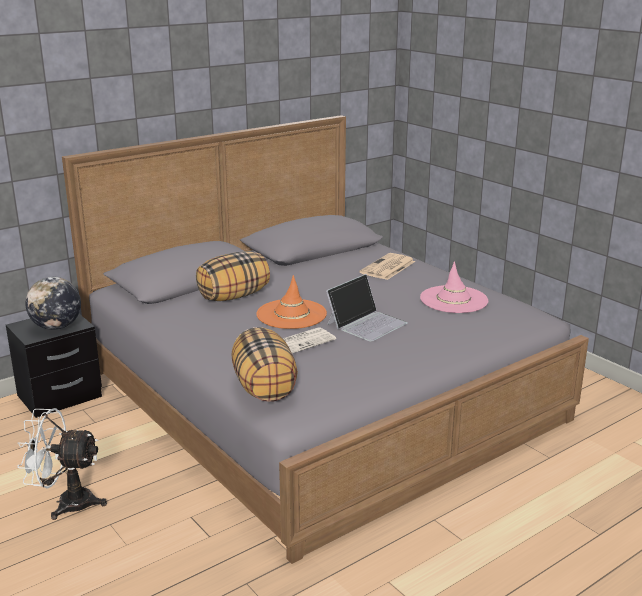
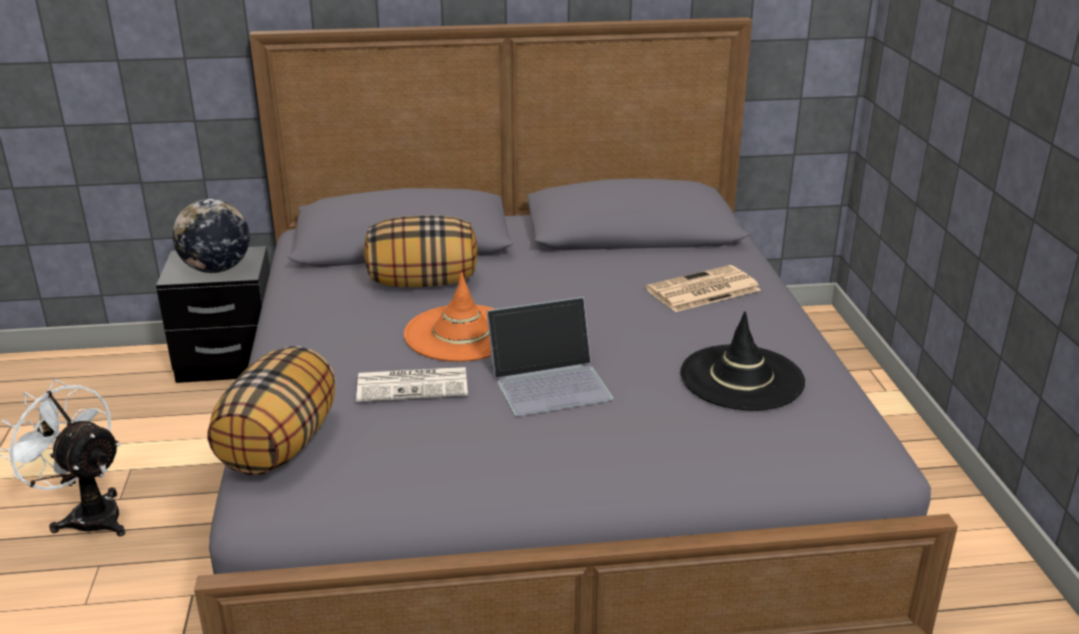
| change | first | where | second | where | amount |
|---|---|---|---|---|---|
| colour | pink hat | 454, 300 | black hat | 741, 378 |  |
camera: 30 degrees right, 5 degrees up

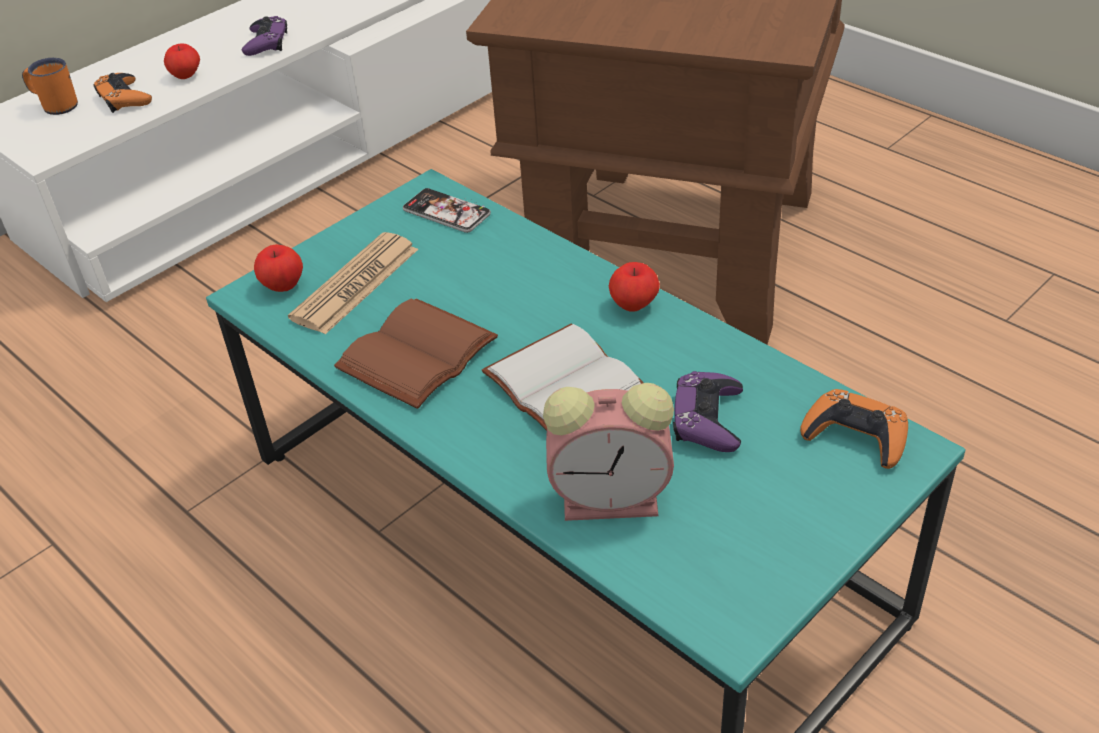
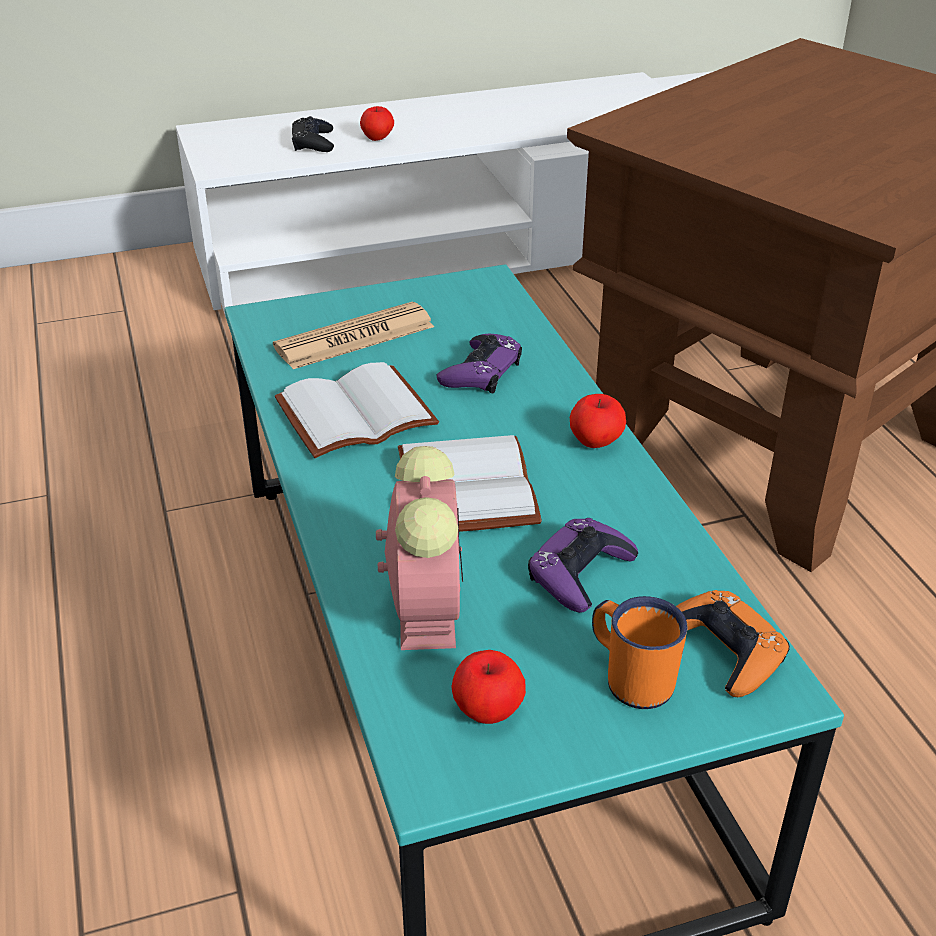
| change | first | where | second | where | amount |
|---|---|---|---|---|---|
| colour | brown book | 419, 358 | white book | 355, 417 |  |
| colour | orange game controller | 124, 98 | black game controller | 313, 142 |  |
| spun | alarm clock | 614, 499 |  | 425, 608 | 120 degrees counterclockwise |
| relocated | purple game controller | 266, 42 |  | 481, 372 |  |
| relocated | apple | 282, 285 |  | 488, 710 |  |
| relocated | orange mug | 56, 105 |  | 631, 677 |  |
| missing | phone | 446, 212 |  |  |  |
camera: 25 degrees right, 5 degrees down

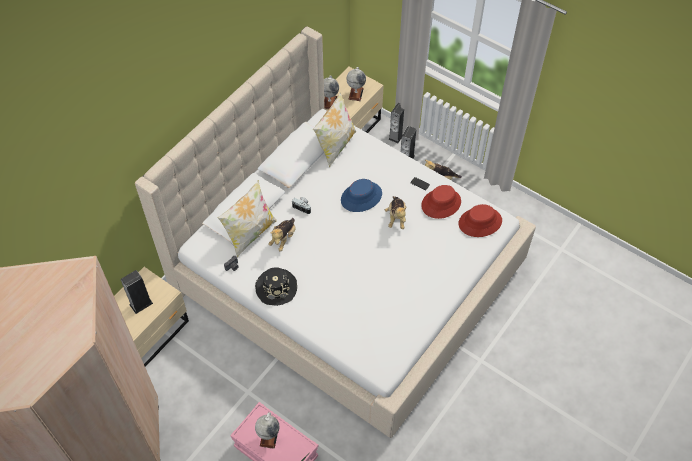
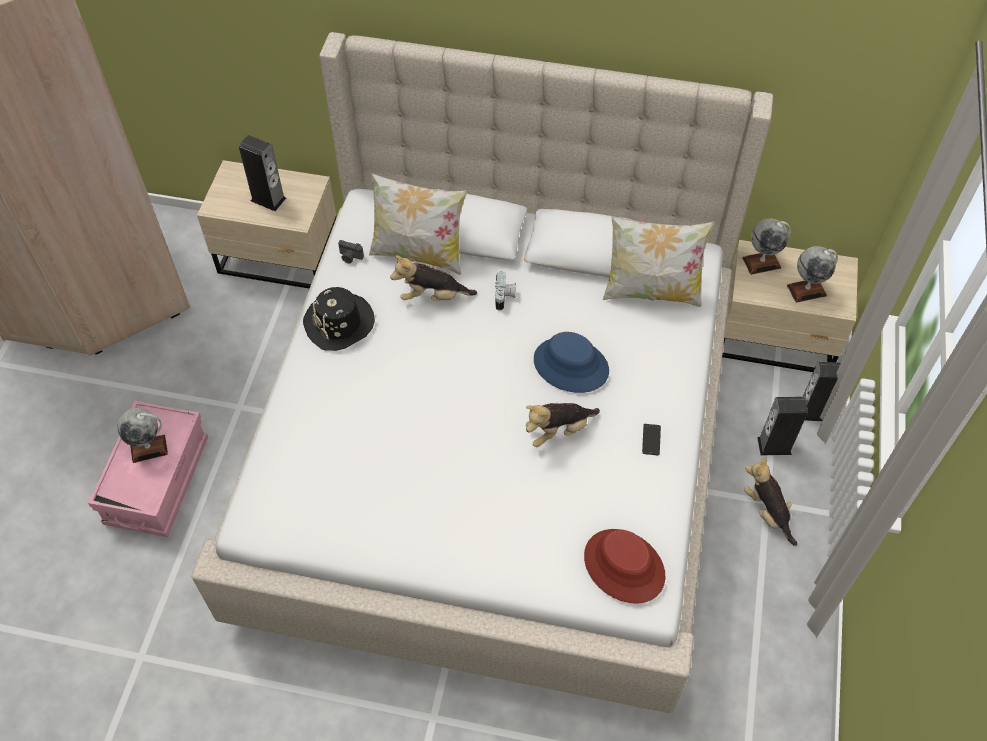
| change | first | where | second | where | amount |
|---|---|---|---|---|---|
| missing | red hat | 441, 203 |  |  |  |
camera: 65 degrees right, 0 degrees up

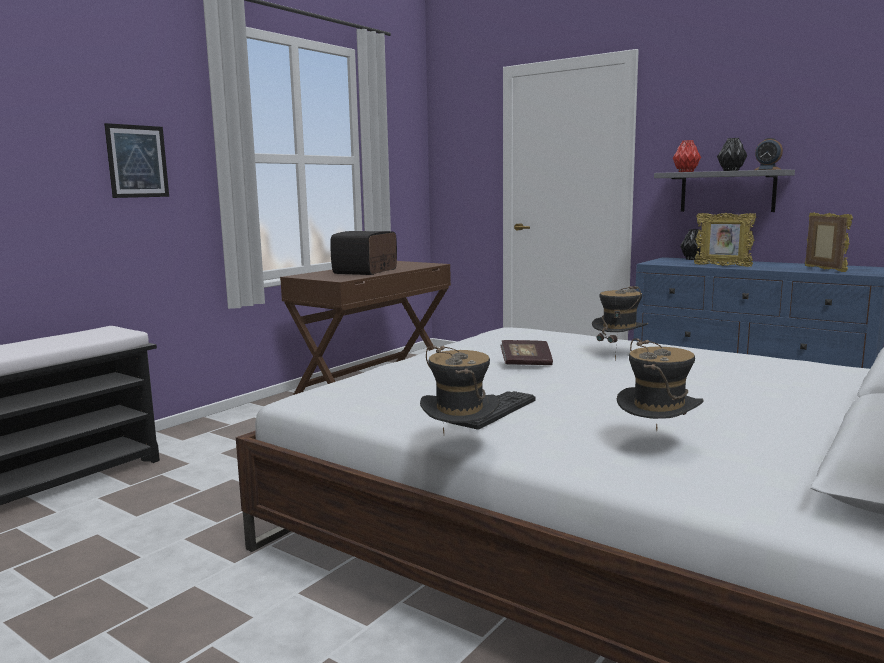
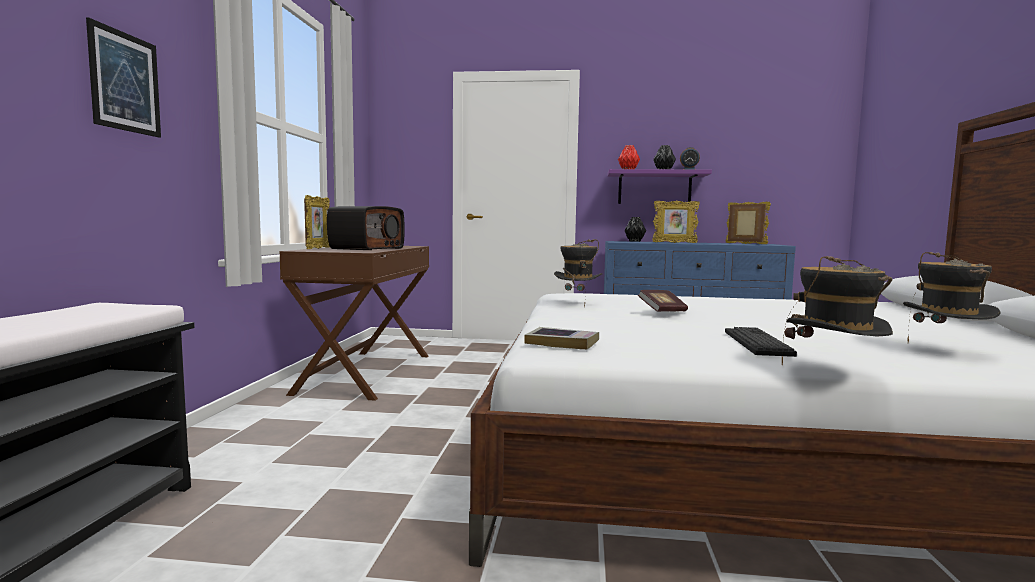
| change | first | where | second | where | amount |
|---|---|---|---|---|---|
| appeared |  |  | picture frame | 317, 249 |  |
| spun | radio | 366, 271 |  | 366, 248 | 150 degrees counterclockwise |
| appeared |  |  | book | 562, 343 |  |
| relocated | hat | 618, 354 |  | 577, 303 |  |
| colour | grey shelf | 727, 191 | purple shelf | 654, 188 |  |
camera: 30 degrees left, 5 degrees down

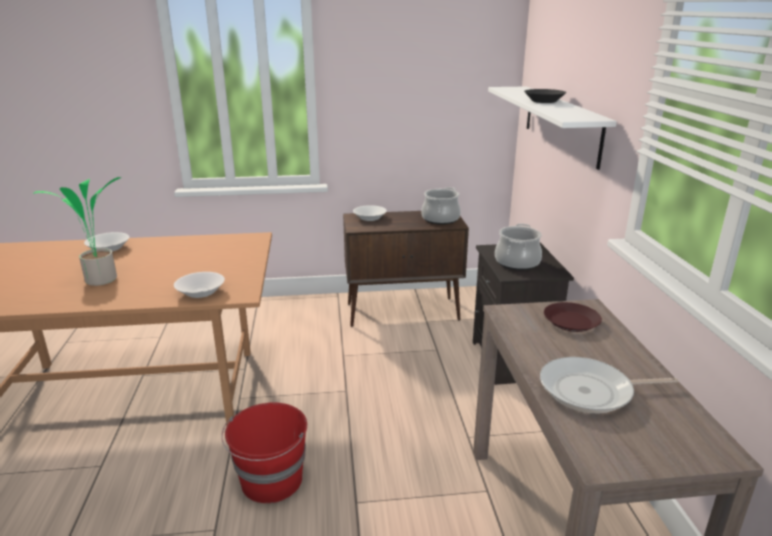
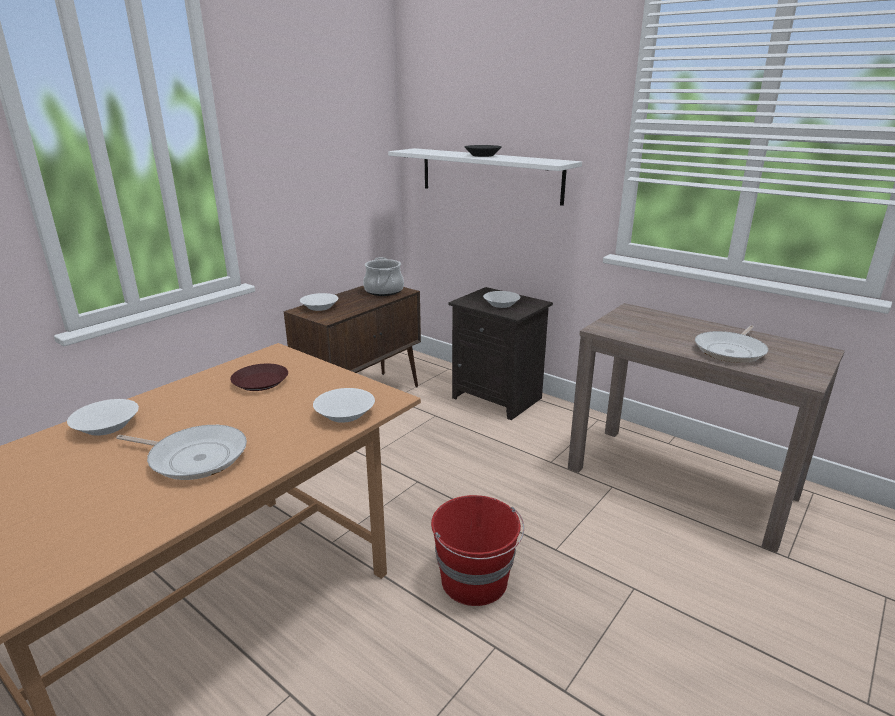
| change | first | where | second | where | amount |
|---|---|---|---|---|---|
| exchanged | potted plant | 100, 281 | frying pan | 194, 457 |  |
| relocated | brown plate | 570, 321 |  | 260, 382 |  |
| exchanged | cooking pot | 517, 262 | white bowl | 502, 304 |  |
camera: 45 degrees left, 0 degrees up

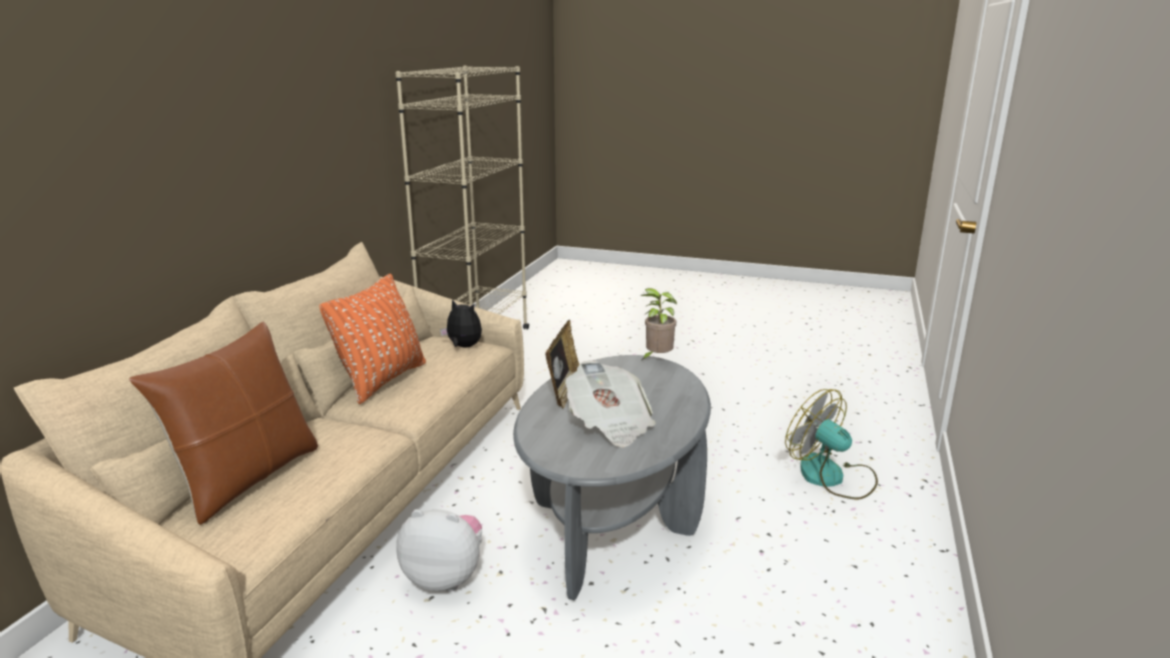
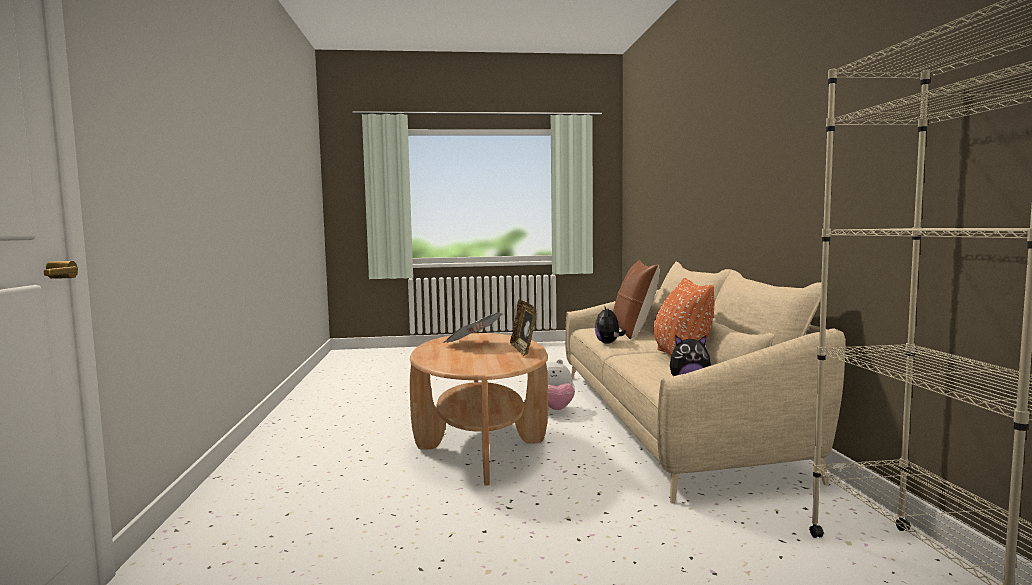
| change | first | where | second | where | amount |
|---|---|---|---|---|---|
| colour | grey coffee table | 613, 519 | brown coffee table | 480, 445 |  |
| appeared |  |  | plush toy | 609, 343 |  |
| missing | potted plant | 657, 358 |  |  |  |
| missing | fan | 831, 477 |  |  |  |
camera: 155 degrees right, 15 degrees down

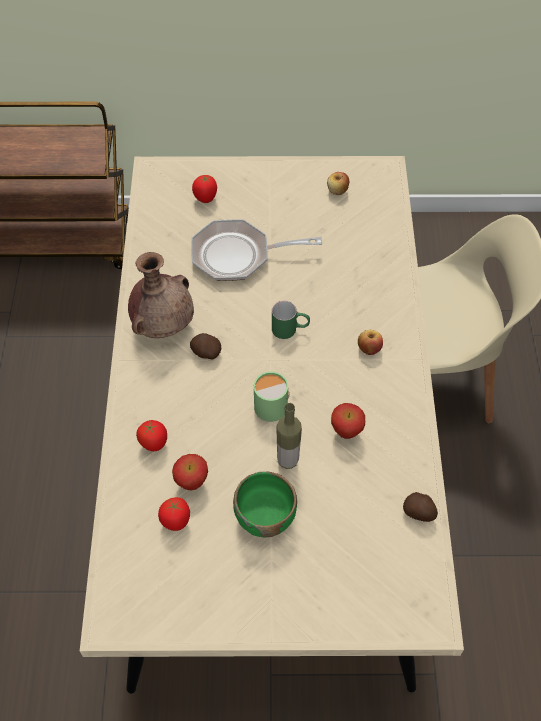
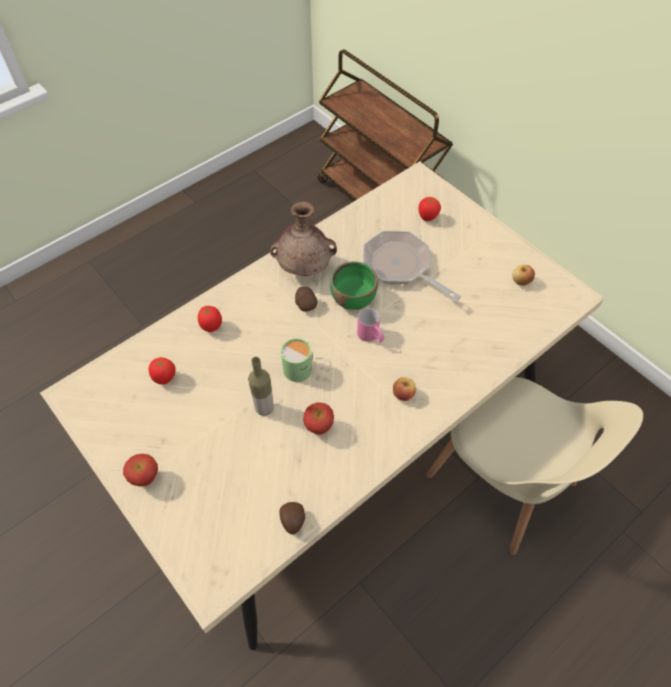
| change | first | where | second | where | amount |
|---|---|---|---|---|---|
| relocated | apple | 192, 483 |  | 146, 478 |  |
| relocated | green bowl | 265, 516 |  | 353, 299 |  |
| colour | green mug | 290, 329 | pink mug | 371, 337 |  |
camera: 50 degrees right, 0 degrees up

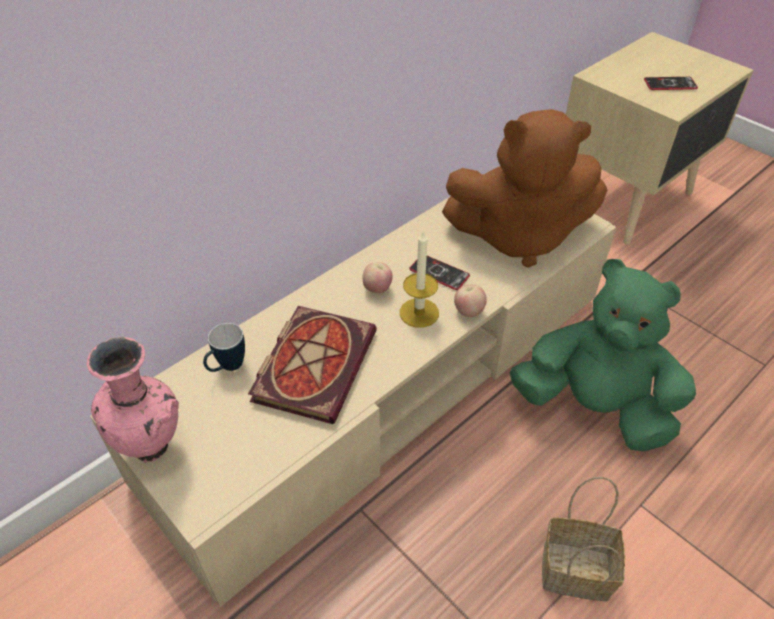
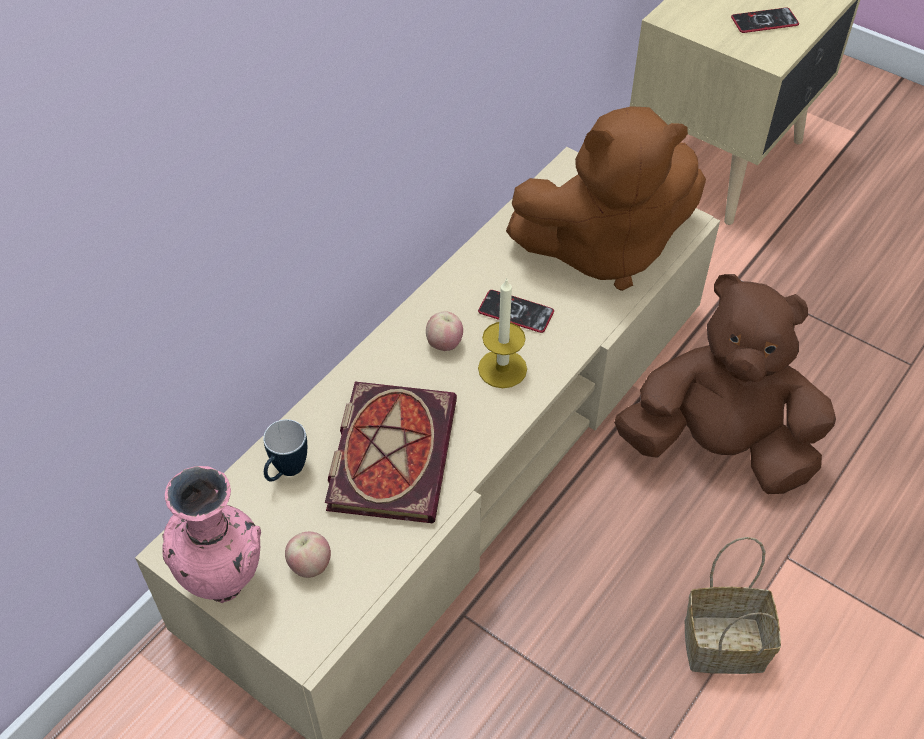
| change | first | where | second | where | amount |
|---|---|---|---|---|---|
| relocated | apple | 469, 312 |  | 310, 566 |  |
| colour | green plush toy | 594, 407 | brown plush toy | 718, 447 |  |
camera: 10 degrees left, 5 degrees up

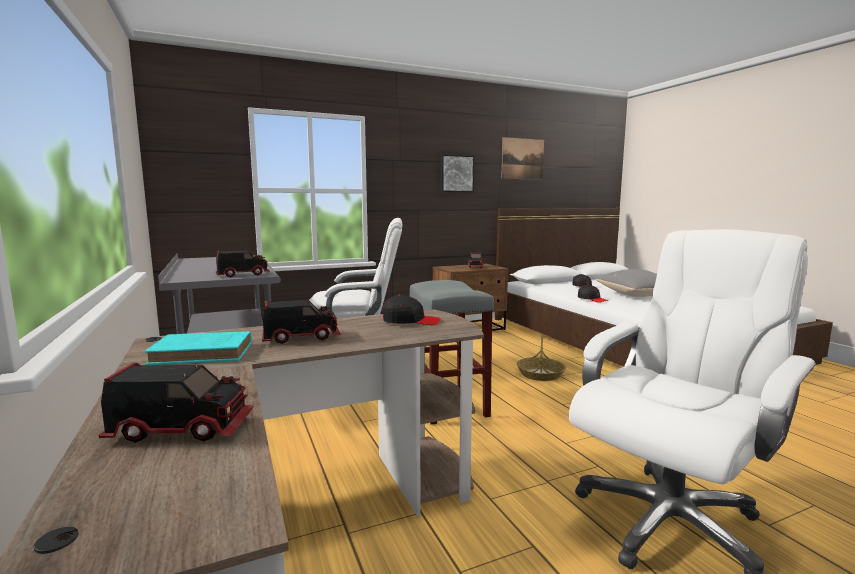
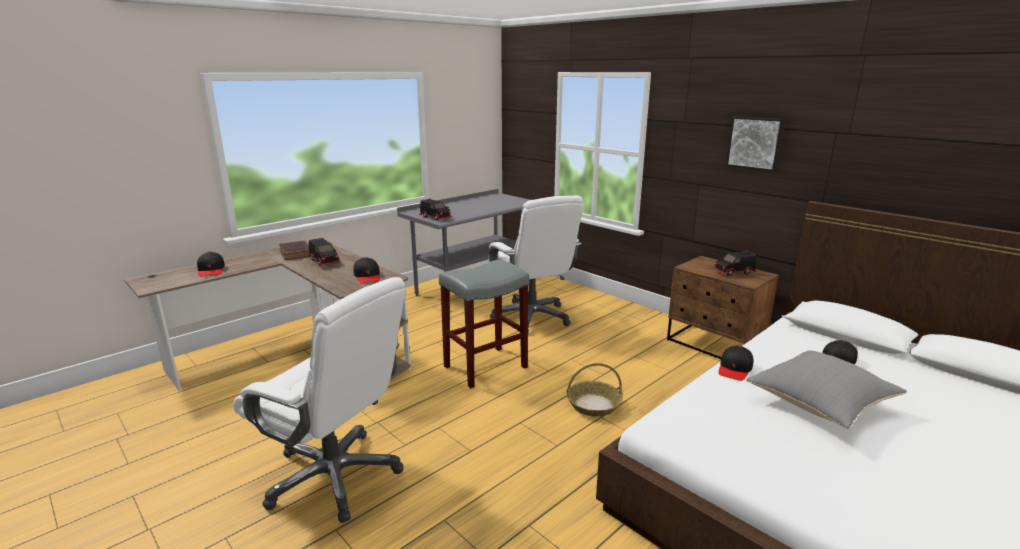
| change | first | where | second | where | amount |
|---|---|---|---|---|---|
| exchanged | toy truck | 182, 429 | black cap | 211, 270 |  |
| colour | turquoise book | 205, 353 | brown book | 296, 253 |  |
| missing | picture | 522, 159 |  |  |  |
camera: 70 degrees right, 10 degrees up

